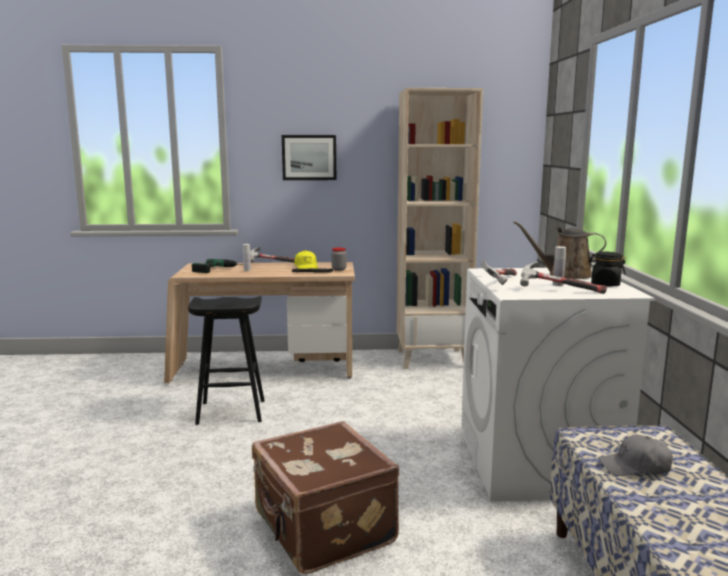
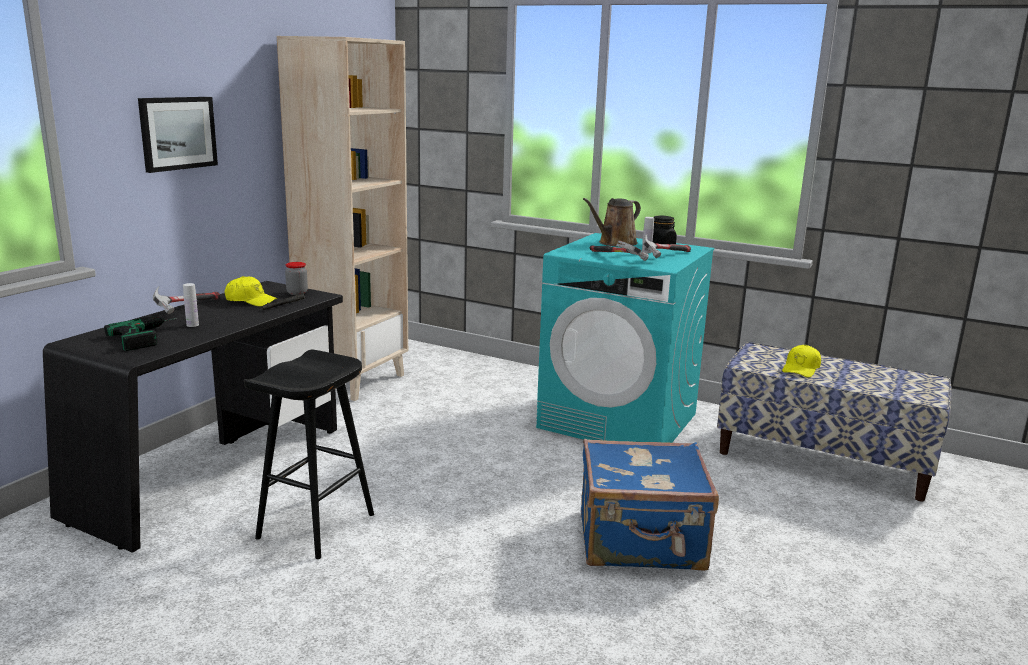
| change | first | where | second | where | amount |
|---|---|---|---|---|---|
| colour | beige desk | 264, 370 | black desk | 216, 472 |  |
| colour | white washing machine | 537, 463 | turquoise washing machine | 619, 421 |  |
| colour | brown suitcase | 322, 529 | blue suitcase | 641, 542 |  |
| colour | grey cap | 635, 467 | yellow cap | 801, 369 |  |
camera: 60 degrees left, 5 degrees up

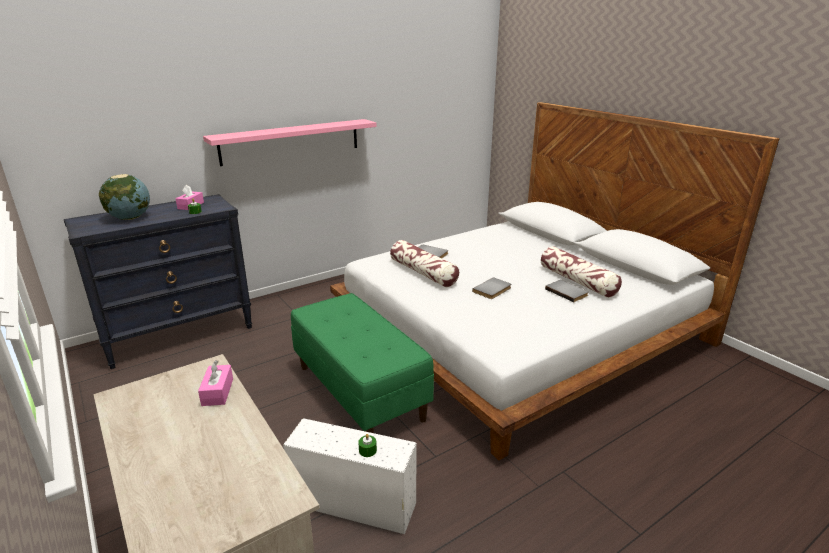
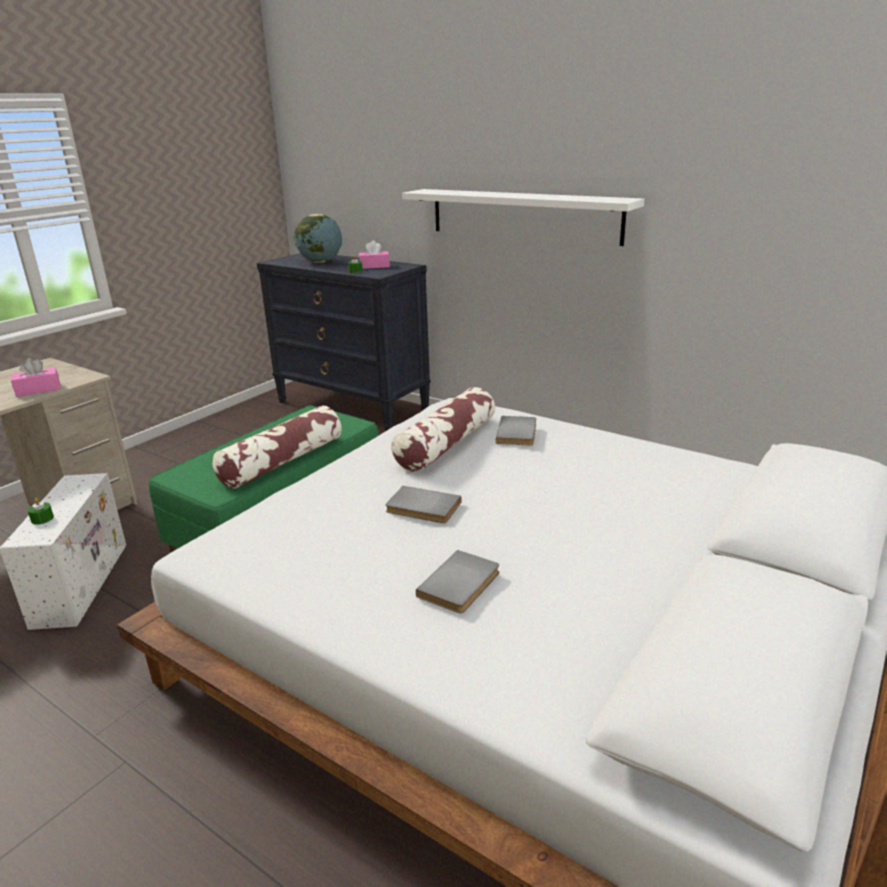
| change | first | where | second | where | amount |
|---|---|---|---|---|---|
| relocated | pillow | 577, 281 |  | 282, 462 |  |
| colour | pink shelf | 291, 141 | white shelf | 523, 215 |  |
camera: 70 degrees right, 0 degrees up

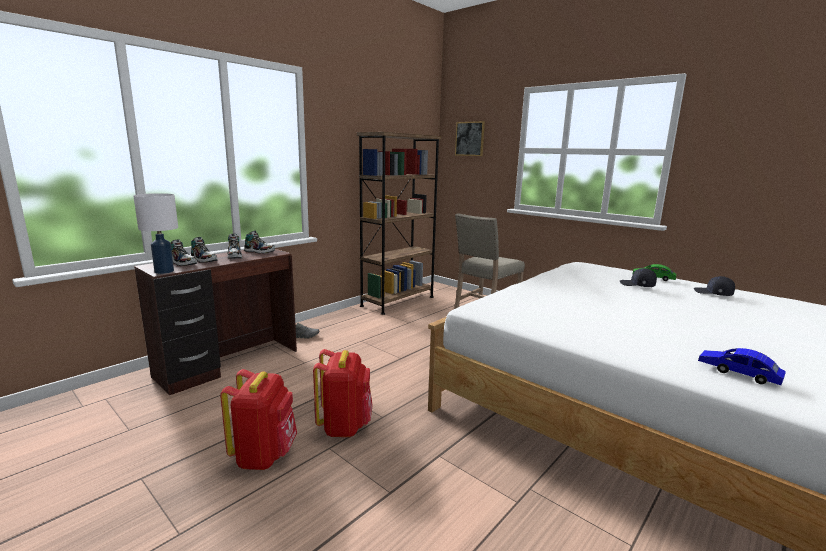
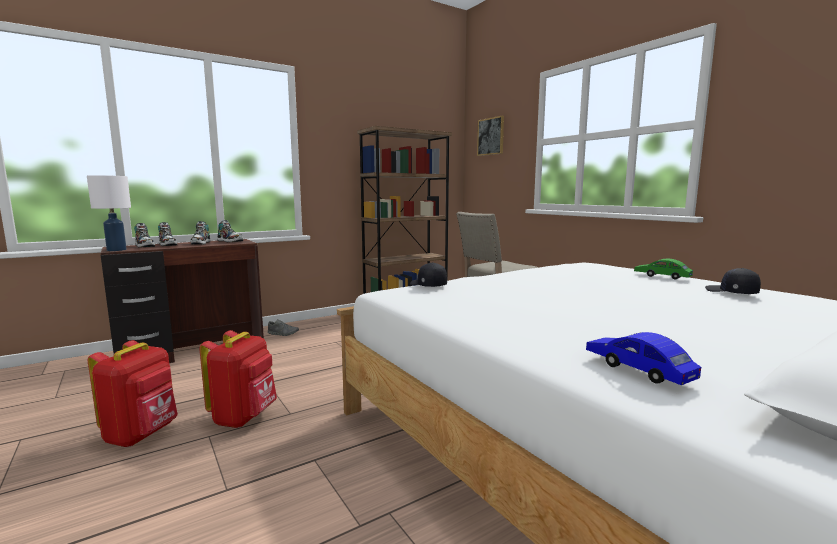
| change | first | where | second | where | amount |
|---|---|---|---|---|---|
| relocated | black cap | 637, 285 |  | 427, 285 |  |
camera: 15 degrees right, 5 degrees down

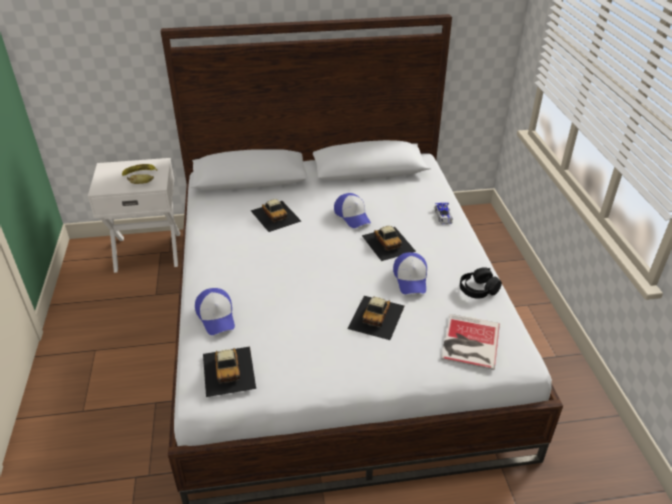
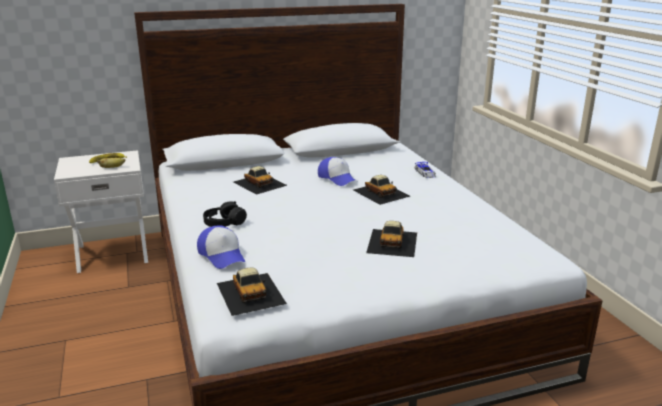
| change | first | where | second | where | amount |
|---|---|---|---|---|---|
| relocated | black headphones | 478, 289 |  | 224, 223 |  |
| missing | cap | 411, 279 |  |  |  |
| missing | book | 469, 342 |  |  |  |
camera: 10 degrees left, 15 degrees down

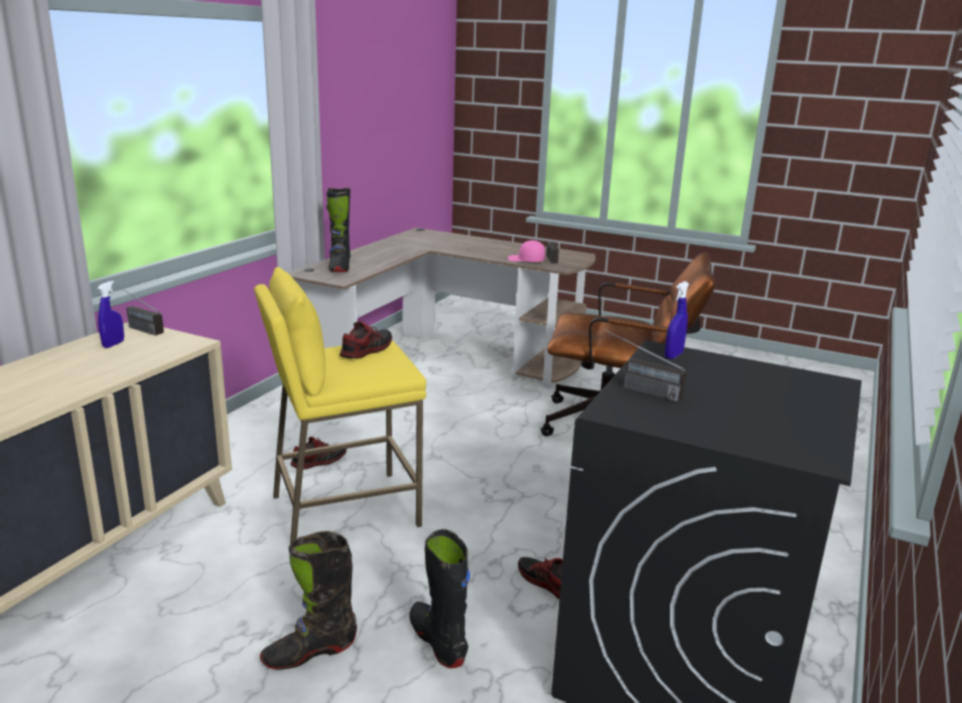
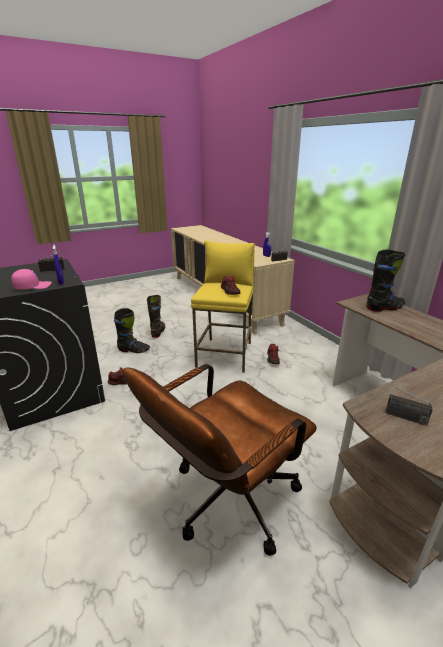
| change | first | where | second | where | amount |
|---|---|---|---|---|---|
| relocated | pink cap | 526, 260 |  | 32, 286 |  |
| spun | black boot | 339, 268 |  | 384, 308 | 135 degrees clockwise |
camera: 125 degrees right, 5 degrees up

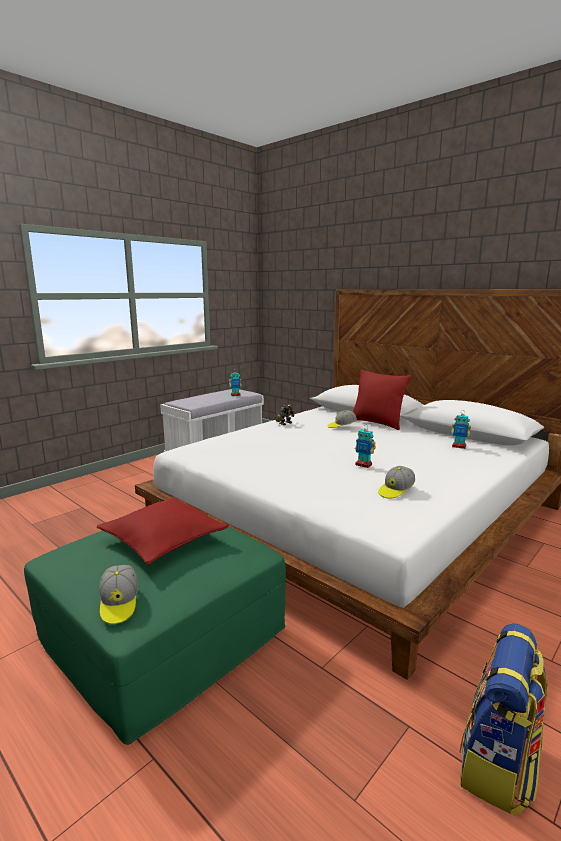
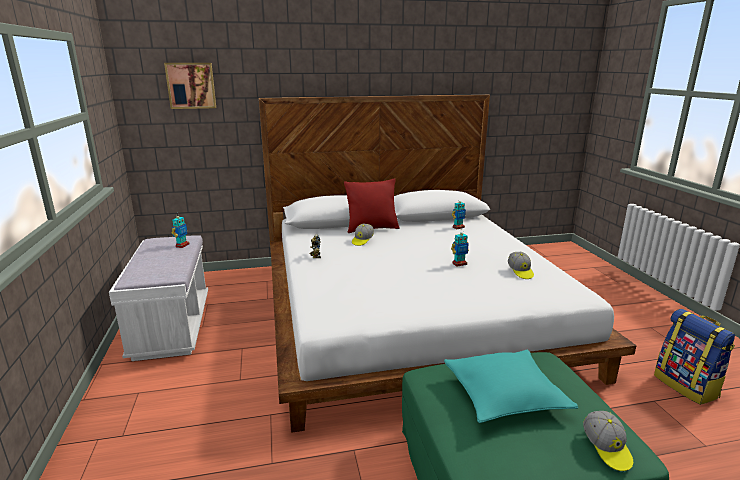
| change | first | where | second | where | amount |
|---|---|---|---|---|---|
| appeared |  |  | picture | 191, 85 |  |
| colour | red pillow | 163, 539 | turquoise pillow | 504, 395 |  |
| spun | cap | 119, 603 |  | 606, 448 | 60 degrees clockwise |
camera: 55 degrees left, 5 degrees up

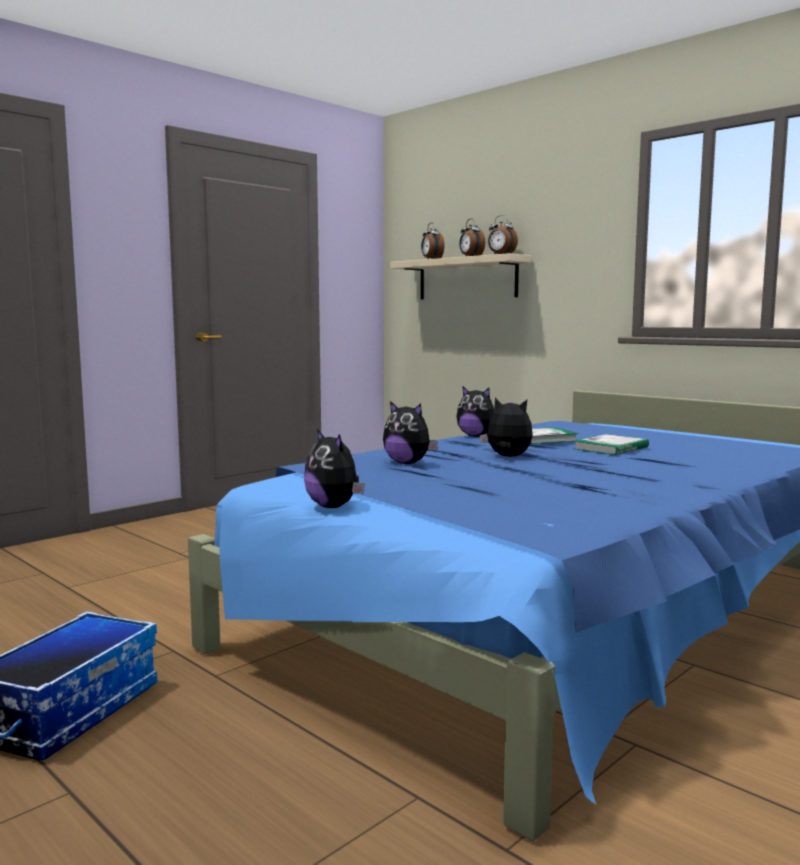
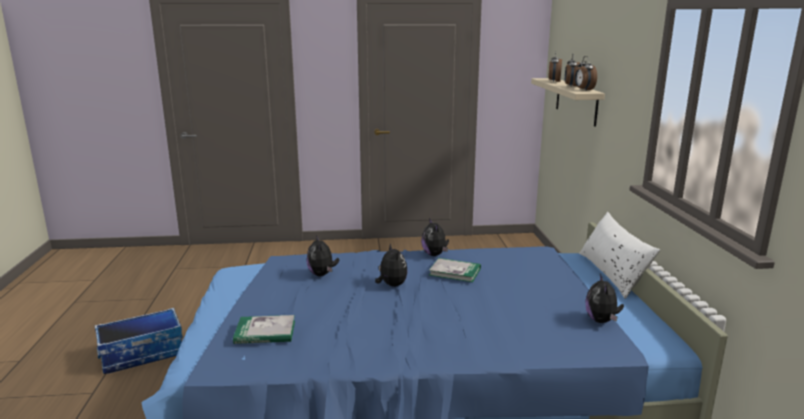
| change | first | where | second | where | amount |
|---|---|---|---|---|---|
| relocated | book | 611, 448 |  | 265, 332 |  |
| appeared |  |  | white pillow | 612, 273 |  |
| relocated | plush toy | 334, 507 |  | 601, 321 |  |
camera: 40 degrees right, 10 degrees up

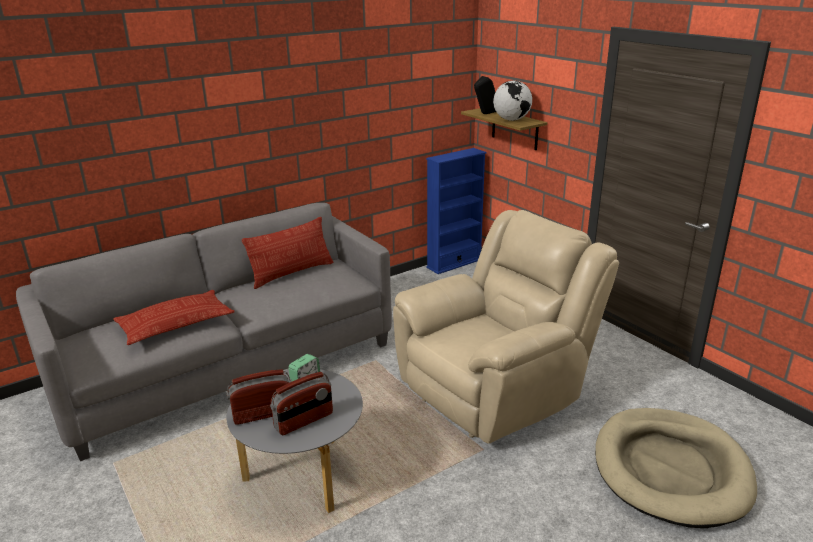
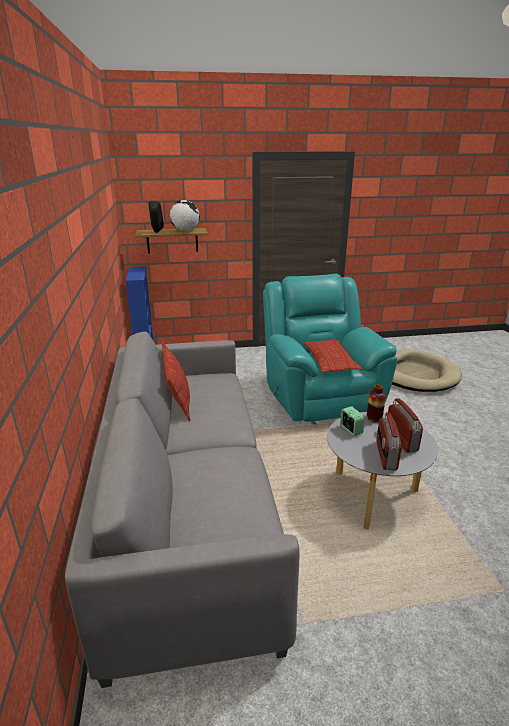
| change | first | where | second | where | amount |
|---|---|---|---|---|---|
| colour | beige armchair | 496, 390 | turquoise armchair | 320, 396 |  |
| relocated | pillow | 175, 323 |  | 330, 360 |  |
| appeared |  |  | vase | 374, 418 |  |
camera: 65 degrees left, 0 degrees up

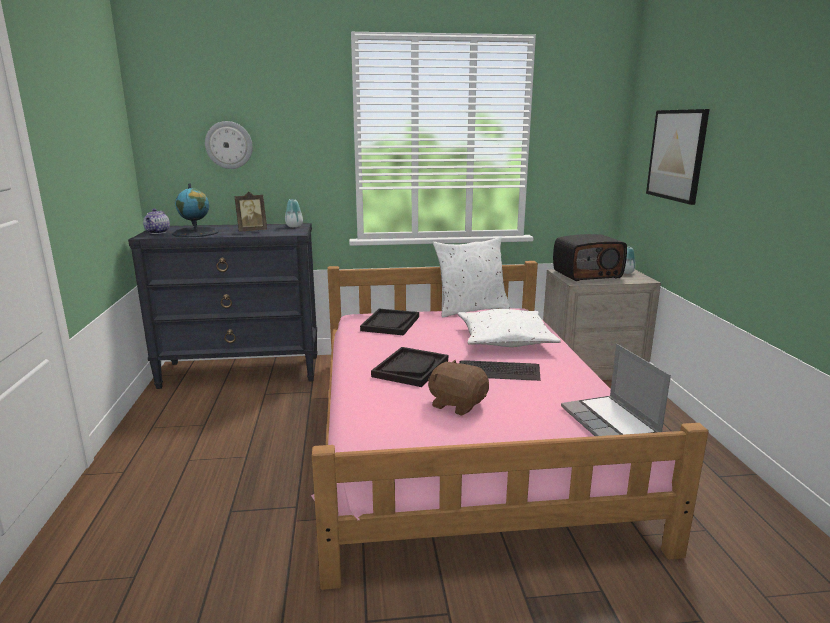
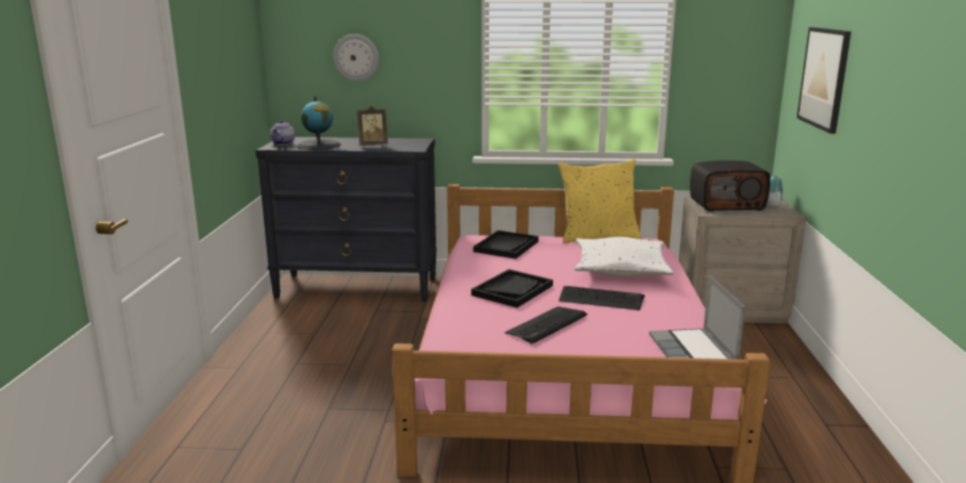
| change | first | where | second | where | amount |
|---|---|---|---|---|---|
| exchanged | brown plush toy | 457, 404 | keyboard | 547, 325 |  |
| colour | white pillow | 471, 309 | yellow pillow | 597, 237 |  |
| missing | vase | 294, 226 |  |  |  |
camera: 10 degrees right, 0 degrees up

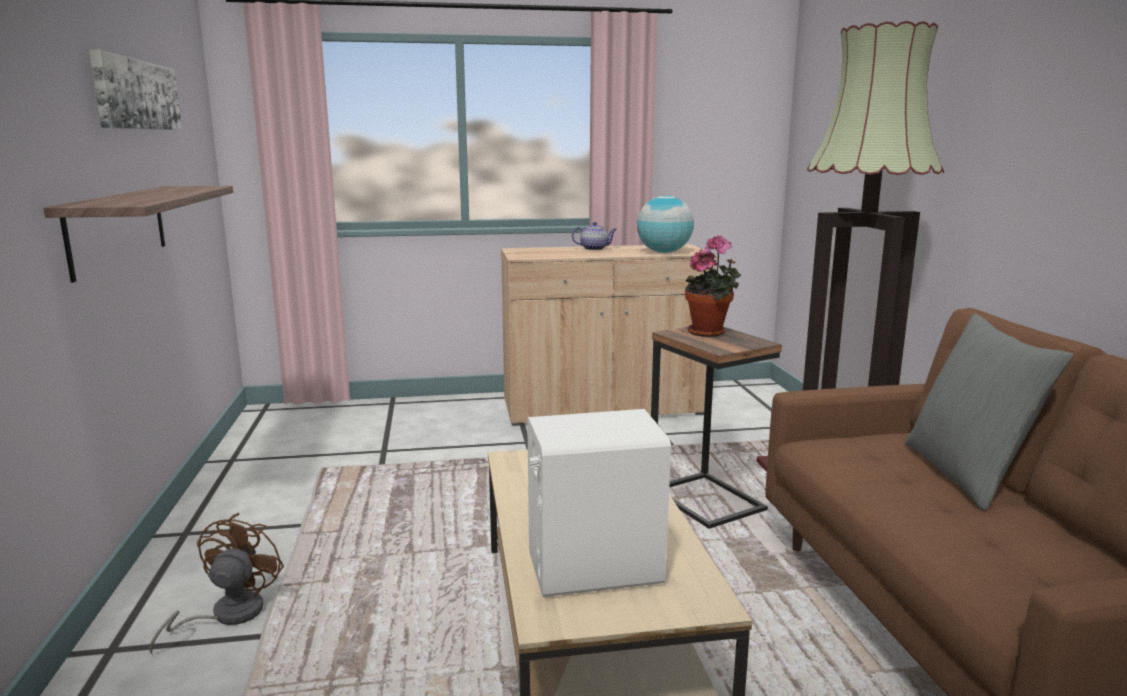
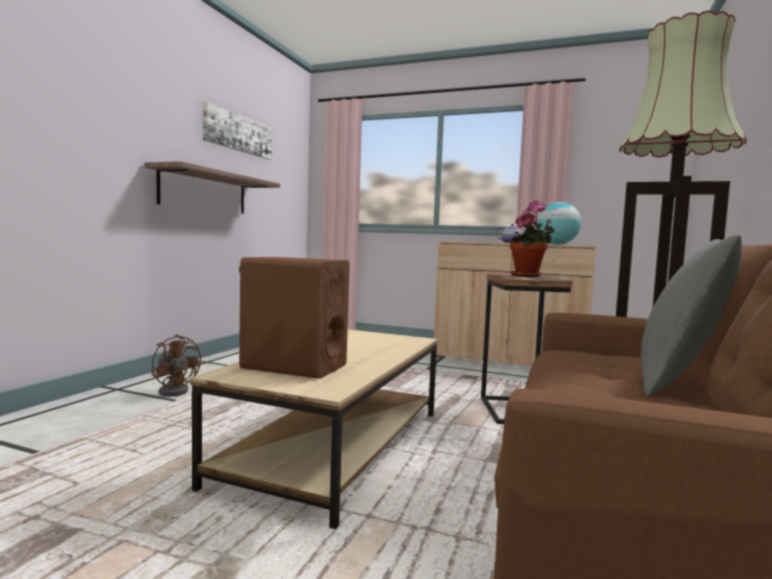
| change | first | where | second | where | amount |
|---|---|---|---|---|---|
| spun | brown fan | 226, 615 |  | 176, 390 | 90 degrees clockwise |
| colour | white speaker | 593, 568 | brown speaker | 293, 366 |  |
camera: 30 degrees right, 10 degrees down

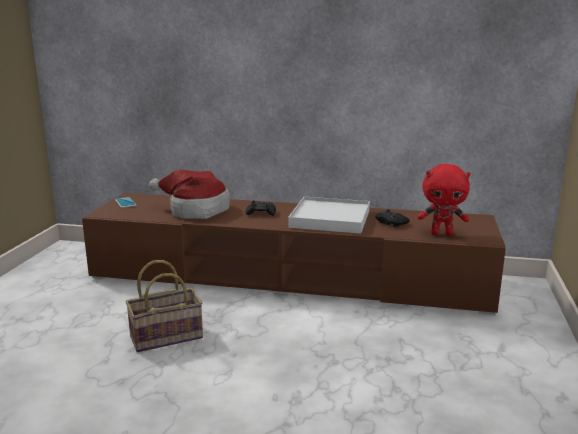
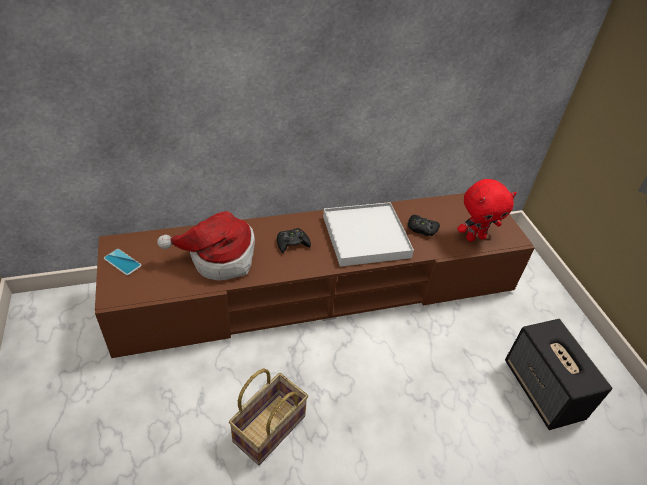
| change | first | where | second | where | amount |
|---|---|---|---|---|---|
| appeared |  |  | speaker | 543, 391 |  |
camera: 30 degrees left, 25 degrees up

